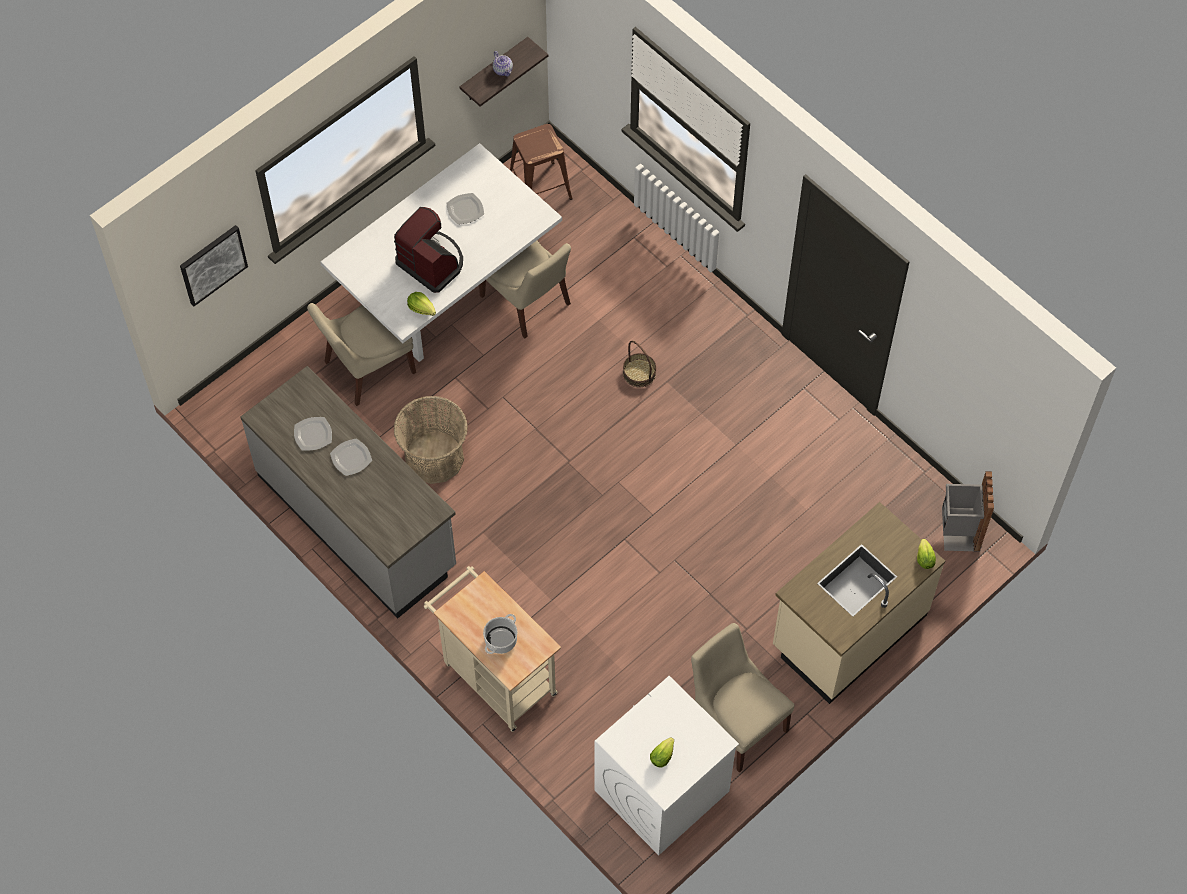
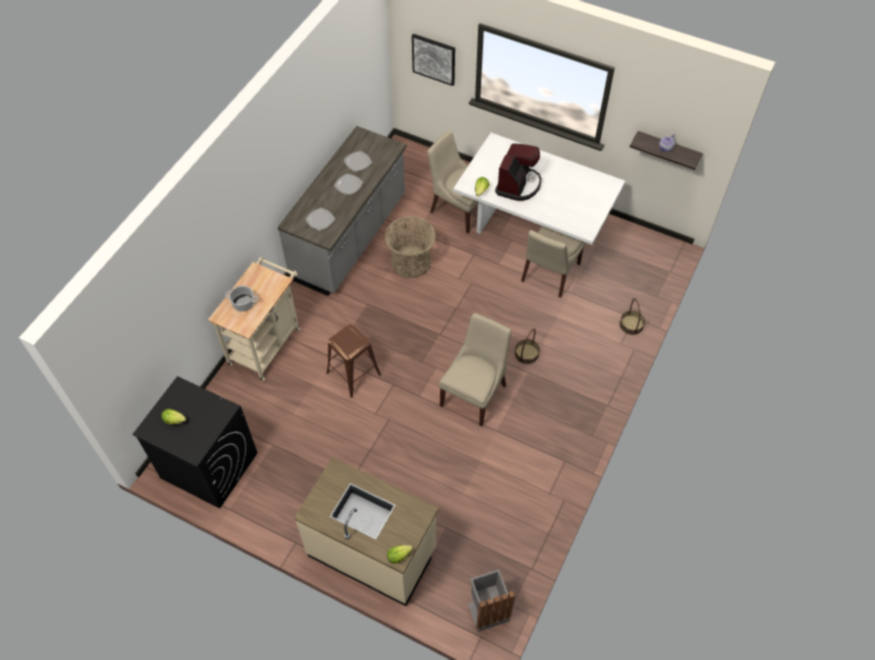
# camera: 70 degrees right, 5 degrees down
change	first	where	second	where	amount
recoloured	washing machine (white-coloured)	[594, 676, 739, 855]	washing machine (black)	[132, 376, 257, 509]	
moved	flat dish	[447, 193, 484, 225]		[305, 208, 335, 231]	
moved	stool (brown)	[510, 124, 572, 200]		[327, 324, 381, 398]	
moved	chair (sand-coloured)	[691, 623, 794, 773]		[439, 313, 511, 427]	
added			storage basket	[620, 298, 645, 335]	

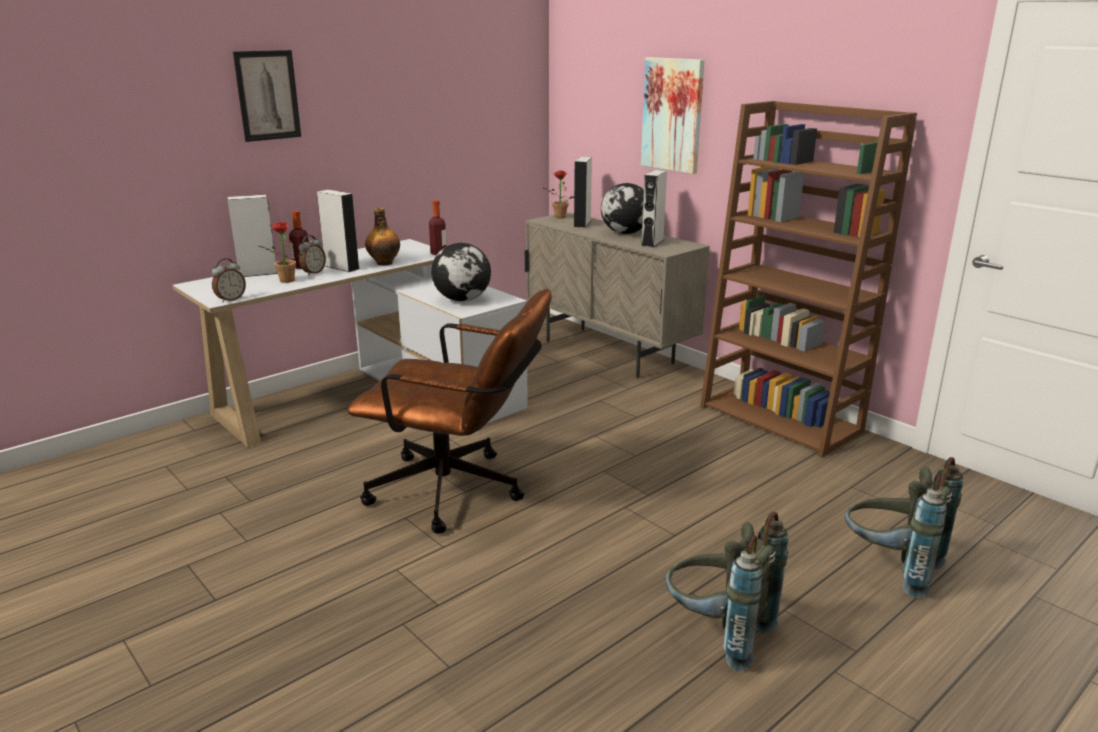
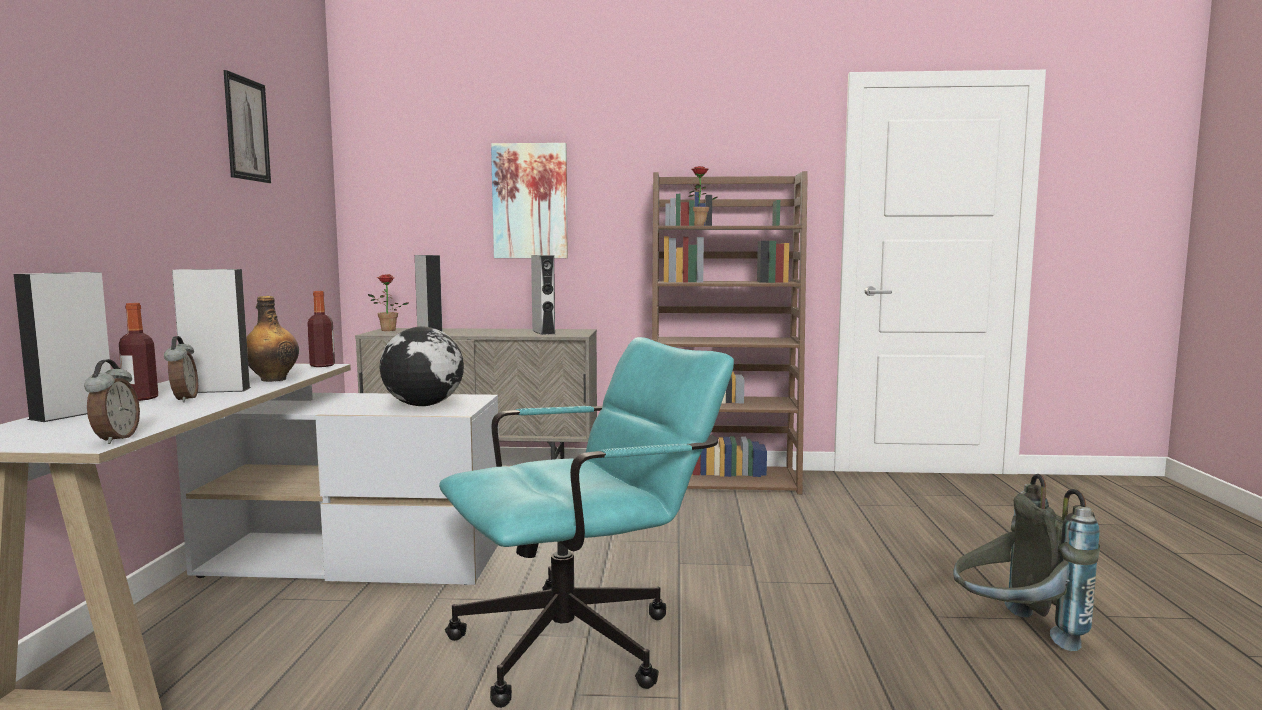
# camera: 45 degrees left, 15 degrees down
change	first	where	second	where	amount
moved	wall picture	[233, 50, 301, 142]		[224, 70, 271, 183]	
recoloured	computer chair (brown)	[347, 289, 552, 534]	computer chair (turquoise-coloured)	[439, 337, 734, 708]	
moved	plant in a pot	[259, 222, 304, 283]		[688, 166, 717, 226]	
removed	world globe	[601, 183, 644, 234]			
removed	backpack (grey)	[845, 457, 963, 598]			

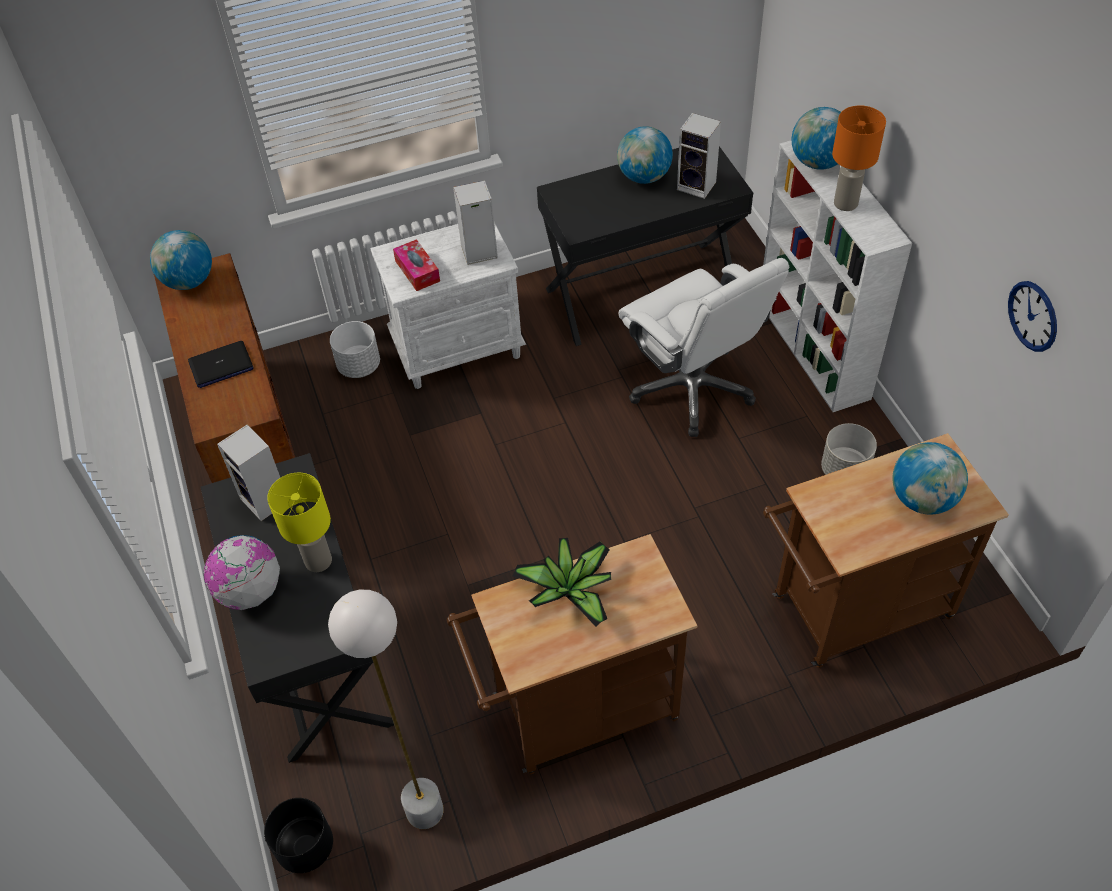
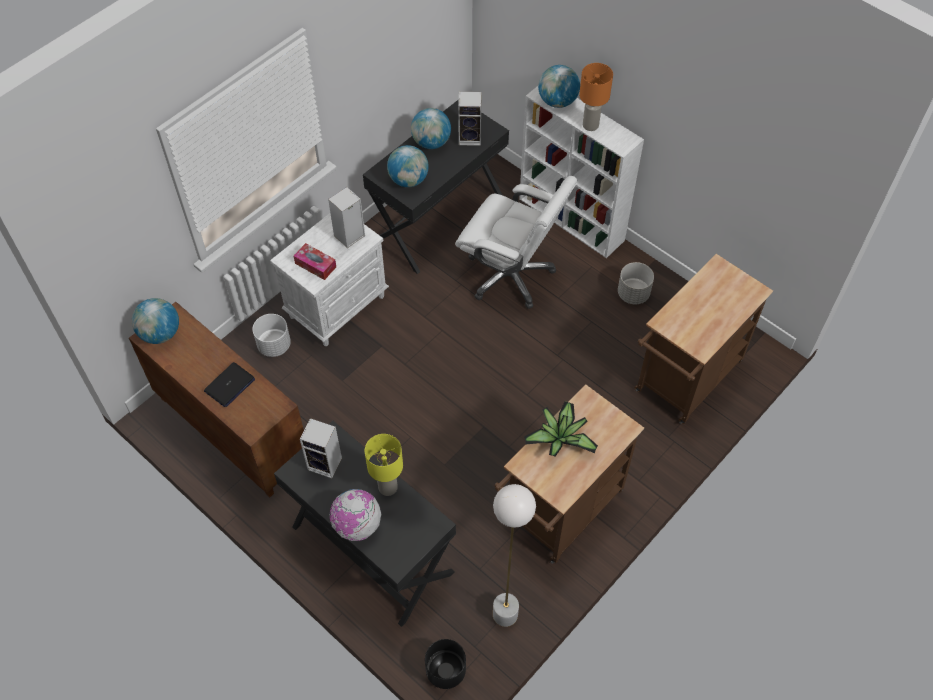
# camera: 30 degrees left, 5 degrees up
change	first	where	second	where	amount
moved	world globe	[893, 442, 968, 515]		[387, 145, 429, 187]	
removed	hanging clock	[1008, 281, 1057, 352]			

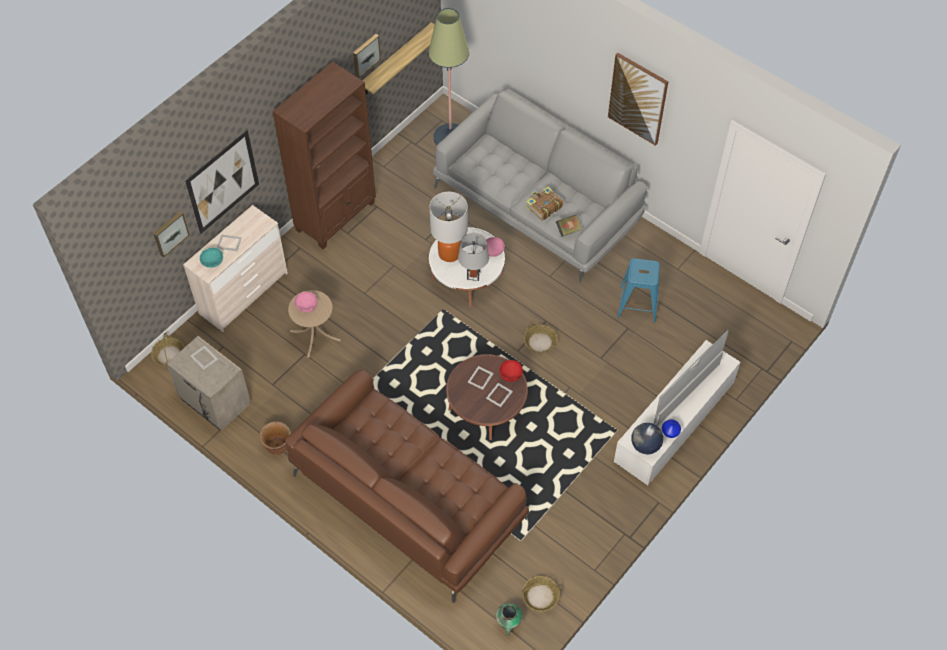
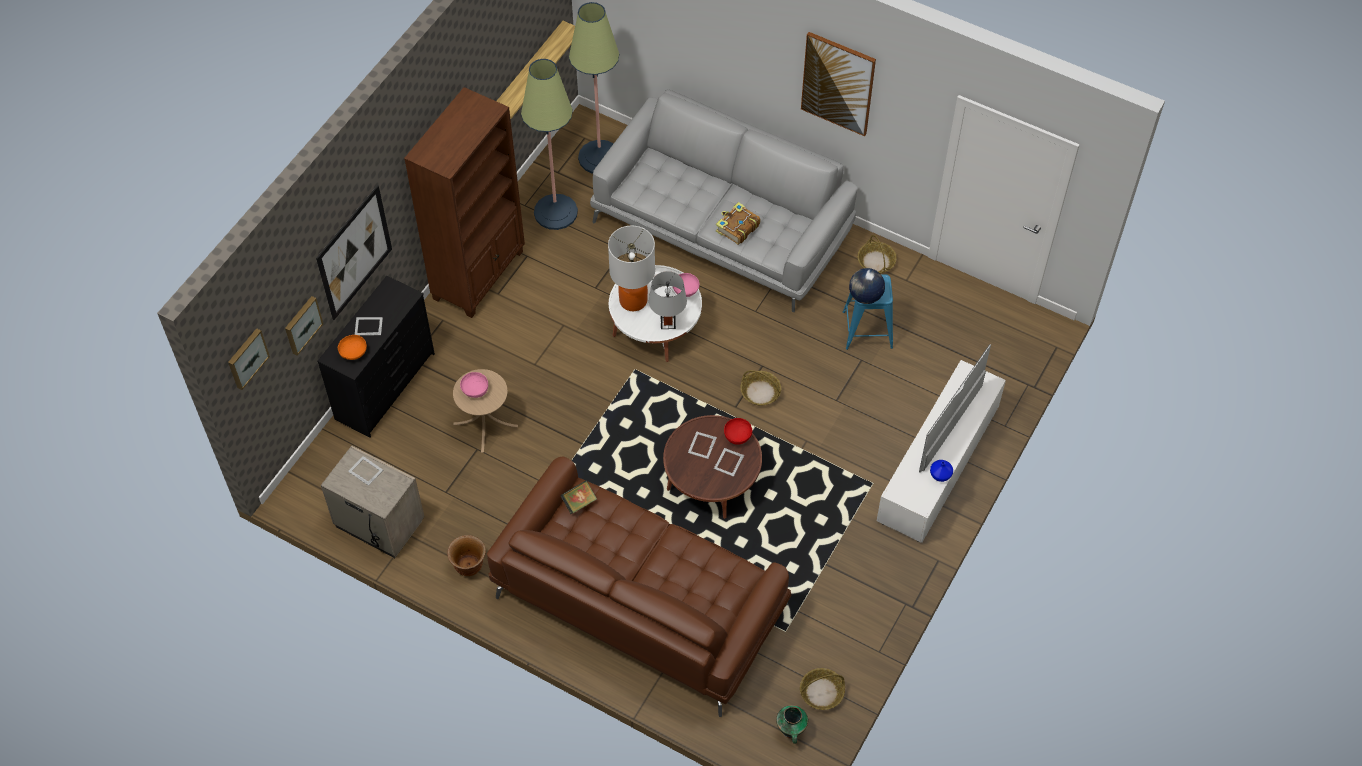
# camera: 10 degrees left, 0 degrees up
change	first	where	second	where	amount
moved	wall picture	[353, 34, 381, 78]		[228, 328, 270, 390]	
recoloured	dresser (sand-coloured)	[183, 205, 288, 332]	dresser (black)	[317, 276, 435, 438]	
recoloured	bowl (turquoise-coloured)	[200, 248, 223, 268]	bowl (orange-coloured)	[338, 335, 367, 360]	
added			floor lamp	[521, 59, 578, 230]	
moved	book	[556, 215, 582, 237]		[560, 481, 597, 514]	
moved	world globe	[631, 423, 663, 454]		[849, 268, 885, 304]	
moved	storage basket	[151, 333, 185, 367]		[858, 235, 897, 274]	

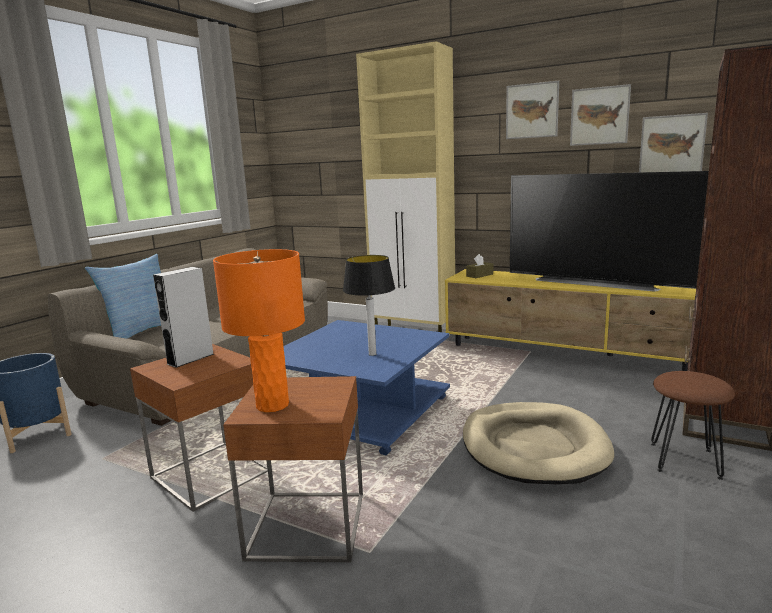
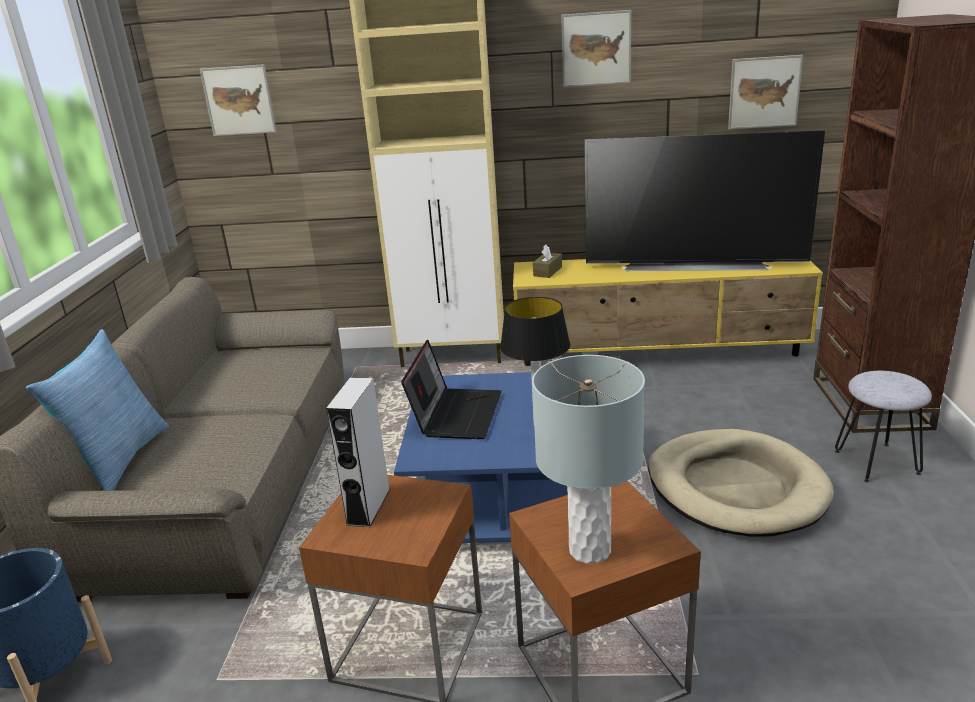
# camera: 25 degrees left, 10 degrees up
change	first	where	second	where	amount
moved	wall picture	[570, 84, 631, 146]		[199, 64, 277, 136]	
added			portable computer	[401, 340, 502, 439]	
recoloured	table lamp (orange-coloured)	[213, 249, 305, 412]	table lamp (grey)	[532, 355, 645, 564]	
recoloured	stool (brown)	[651, 371, 735, 480]	stool (grey)	[835, 371, 932, 482]	

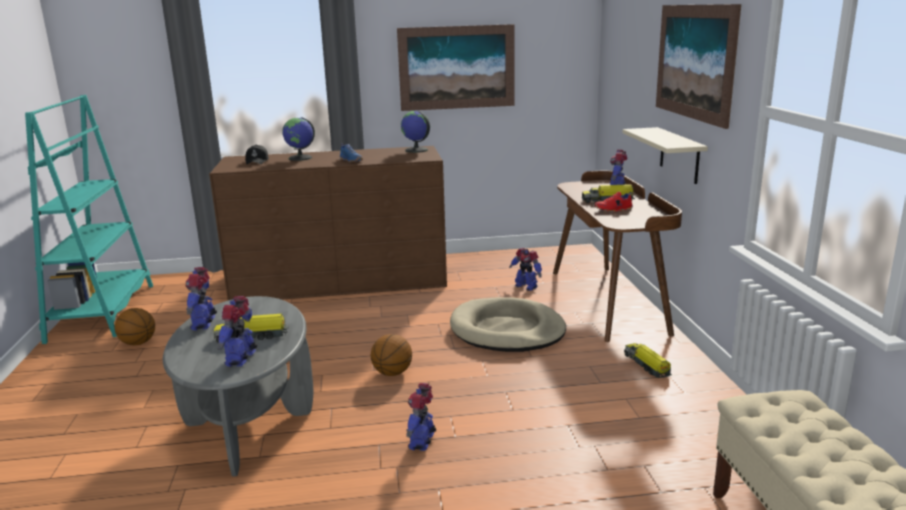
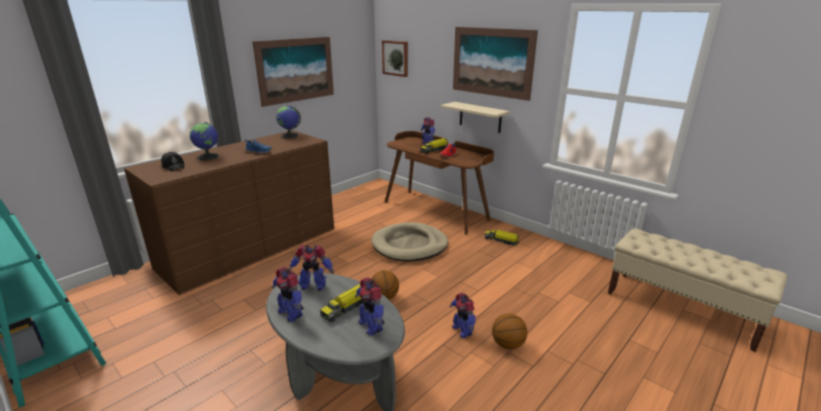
# camera: 40 degrees left, 5 degrees up
change	first	where	second	where	amount
moved	model robot	[509, 248, 542, 291]		[289, 245, 334, 291]	
added			wall picture	[382, 40, 408, 77]	
moved	basketball ball	[114, 308, 155, 345]		[492, 314, 527, 349]	

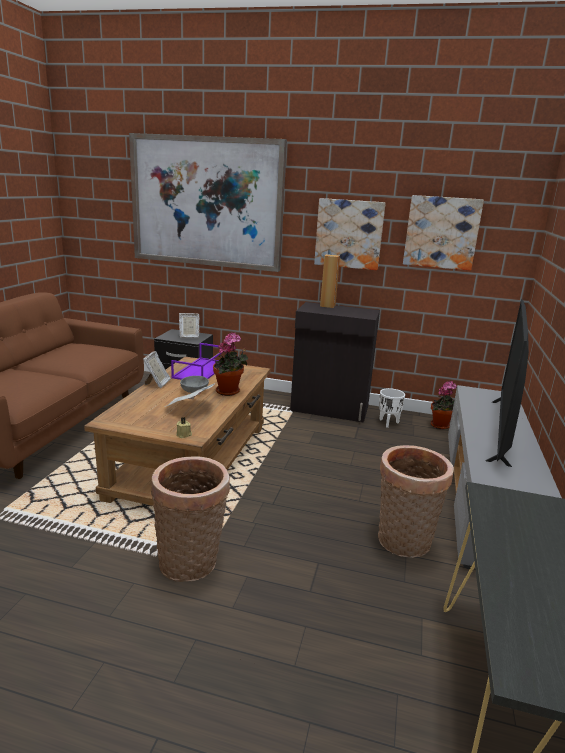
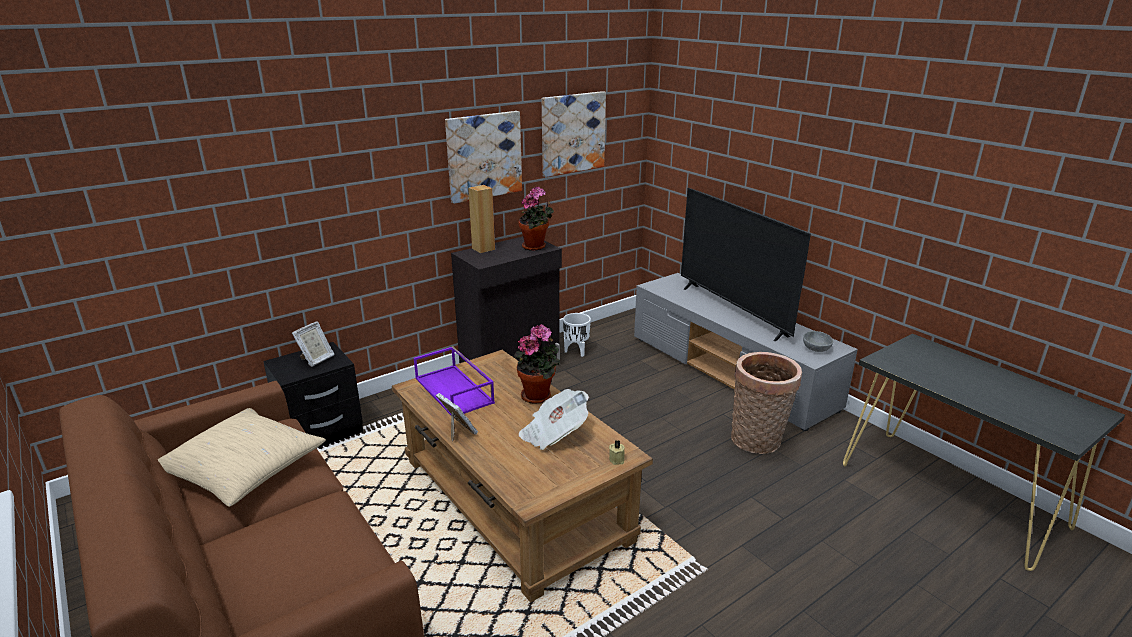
# camera: 50 degrees left, 5 degrees up
change	first	where	second	where	amount
added			cushion (sand-coloured)	[158, 408, 326, 507]	
moved	plant in a pot	[431, 381, 457, 429]		[518, 187, 554, 251]	
moved	bowl (grey)	[180, 376, 209, 393]		[803, 331, 833, 352]	
removed	wall picture	[129, 133, 287, 272]			
removed	storage basket	[151, 456, 230, 582]			

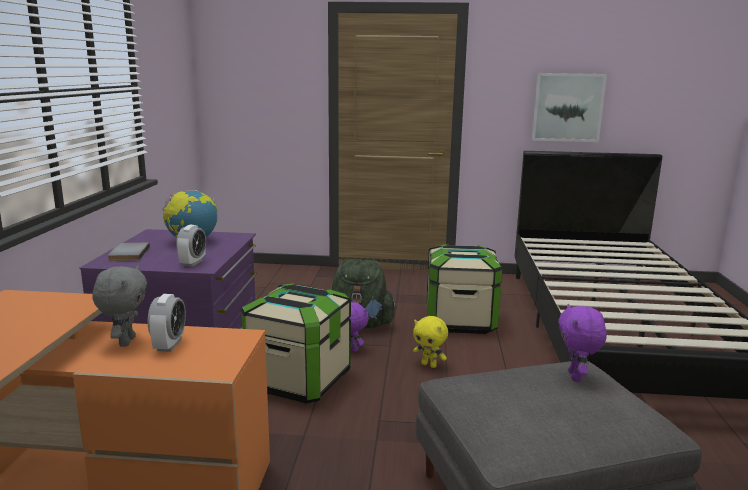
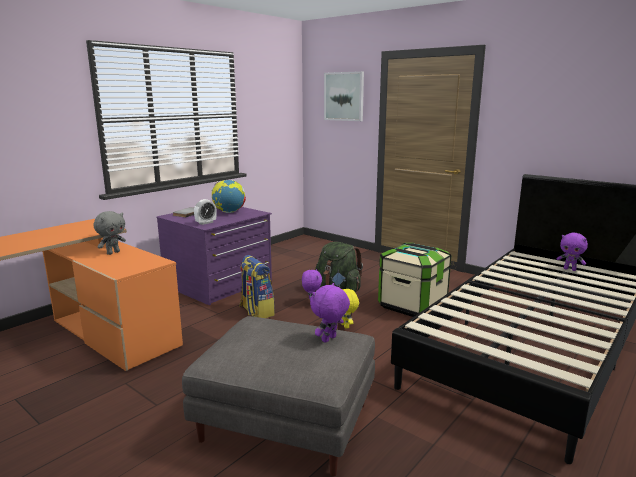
# camera: 35 degrees right, 0 degrees up
change	first	where	second	where	amount
replaced	storage container	[241, 283, 351, 404]	backpack	[239, 255, 275, 318]	
moved	wall picture	[531, 73, 607, 142]		[324, 71, 364, 121]	
added			plush toy (purple-coloured)	[557, 233, 588, 271]	
removed	bedside clock	[148, 294, 186, 352]			

